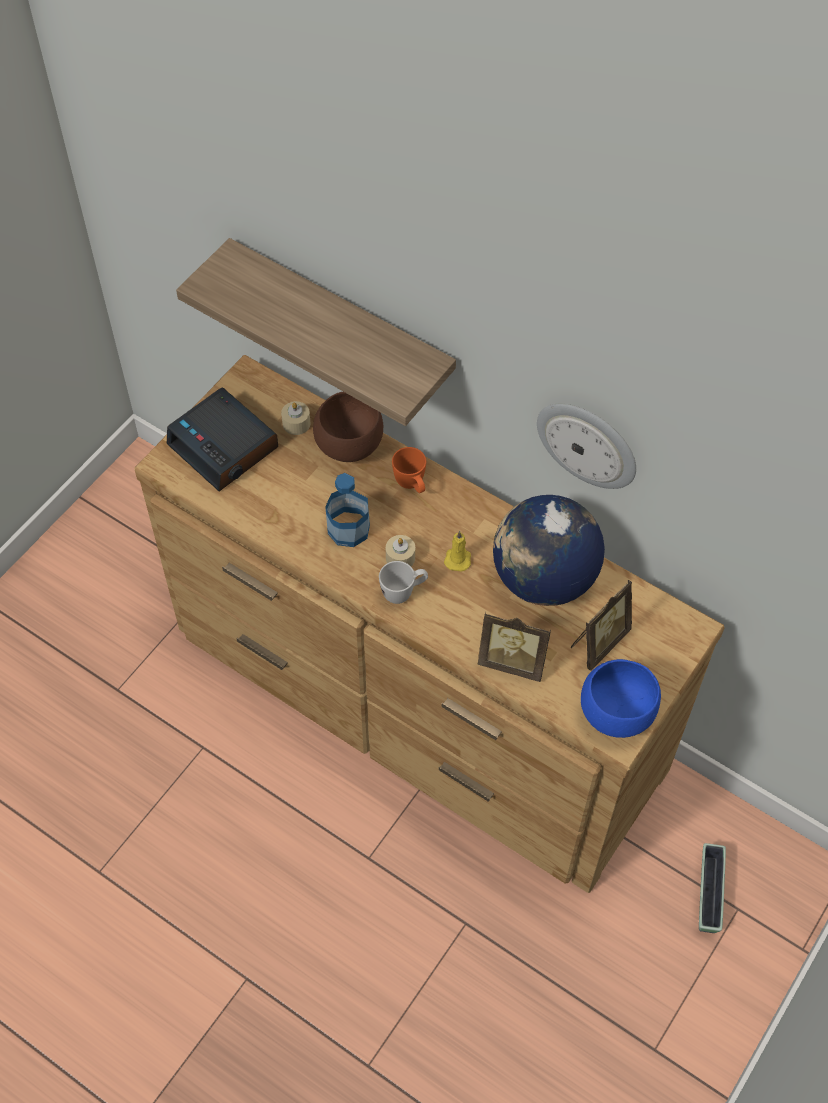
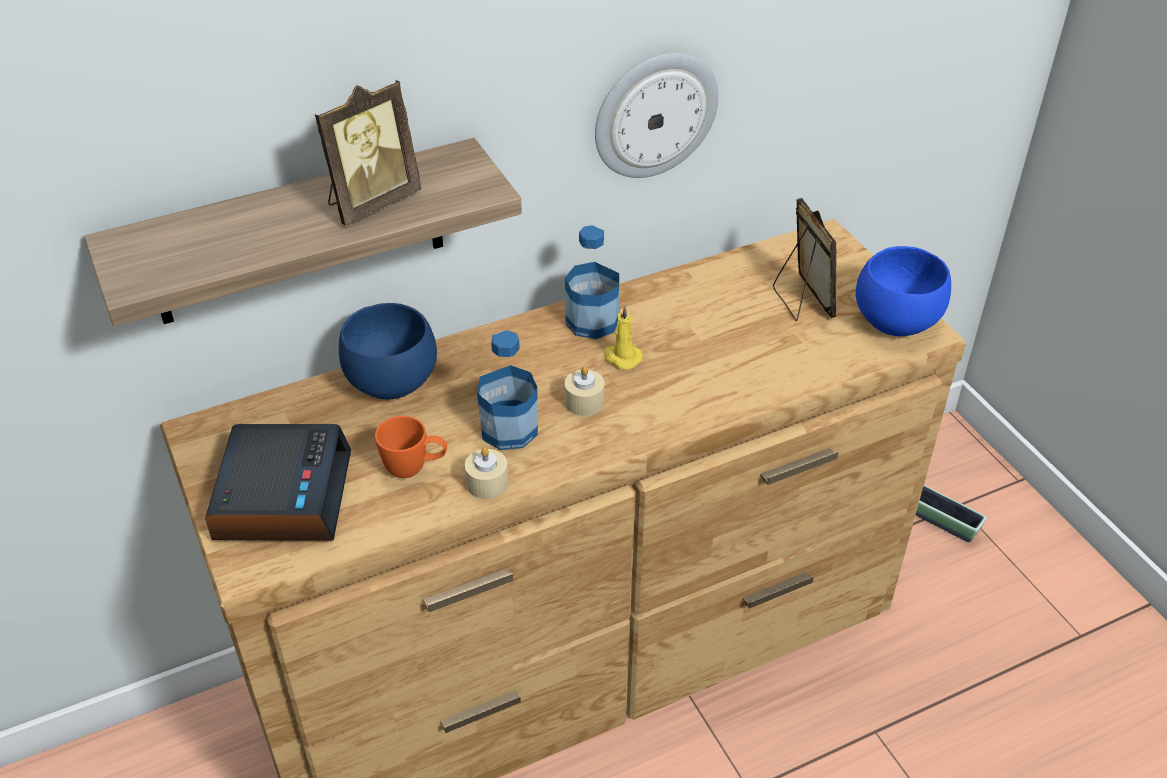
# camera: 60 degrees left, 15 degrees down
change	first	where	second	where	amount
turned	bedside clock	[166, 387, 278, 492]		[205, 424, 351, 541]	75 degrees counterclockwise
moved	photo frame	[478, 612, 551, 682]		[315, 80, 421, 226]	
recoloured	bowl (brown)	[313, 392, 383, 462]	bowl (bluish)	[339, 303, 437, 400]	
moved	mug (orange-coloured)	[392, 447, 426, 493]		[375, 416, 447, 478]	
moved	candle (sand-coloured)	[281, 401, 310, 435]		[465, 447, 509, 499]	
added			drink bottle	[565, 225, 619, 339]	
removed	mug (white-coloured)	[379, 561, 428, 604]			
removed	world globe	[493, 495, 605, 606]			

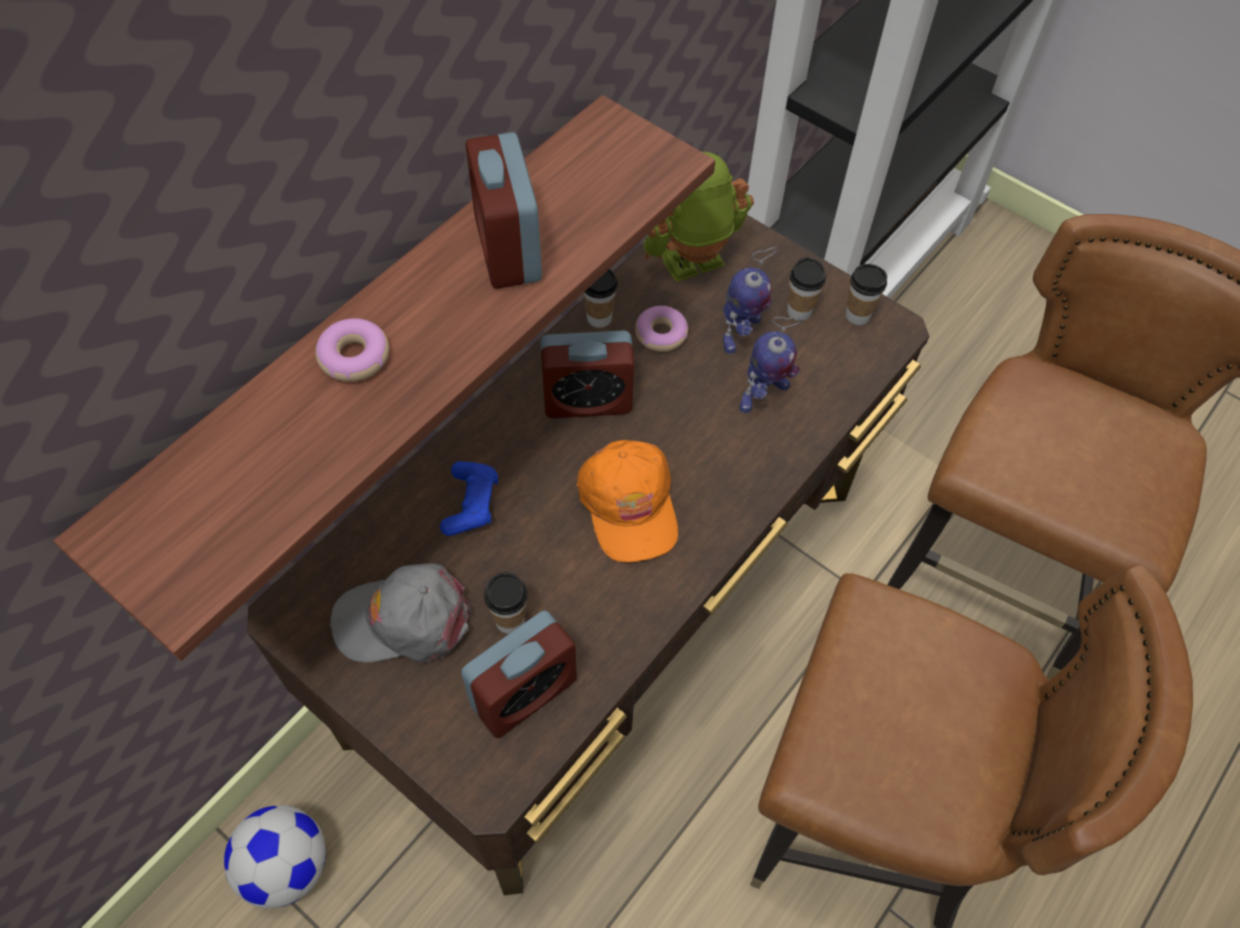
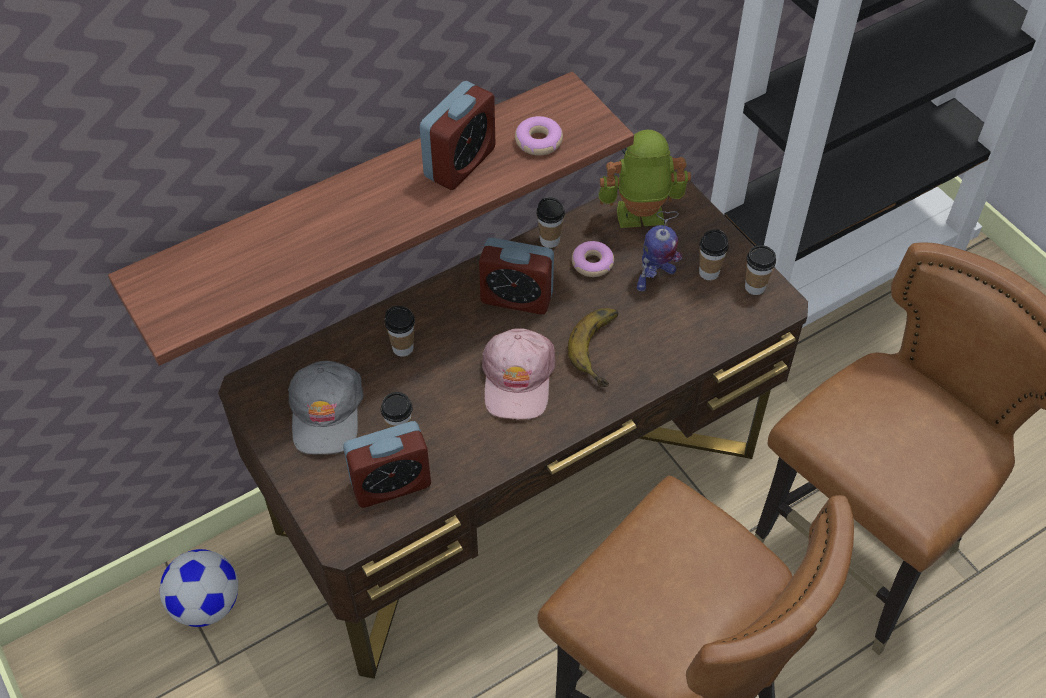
# camera: 20 degrees right, 5 degrees down
change	first	where	second	where	amount
turned	baseball cap (grey)	[330, 563, 471, 662]		[288, 361, 364, 454]	105 degrees counterclockwise
replaced	game controller (bluish)	[440, 461, 498, 536]	drinking cup	[384, 306, 415, 357]	
turned	bedside clock	[465, 132, 542, 289]		[420, 81, 496, 190]	150 degrees counterclockwise
recoloured	baseball cap (orange-coloured)	[576, 440, 678, 563]	baseball cap (pink-coloured)	[482, 328, 556, 419]	
moved	ring doughnut	[315, 318, 389, 382]		[515, 116, 563, 155]	
added			whole banana	[568, 308, 618, 387]	
removed	model robot	[740, 317, 801, 413]			

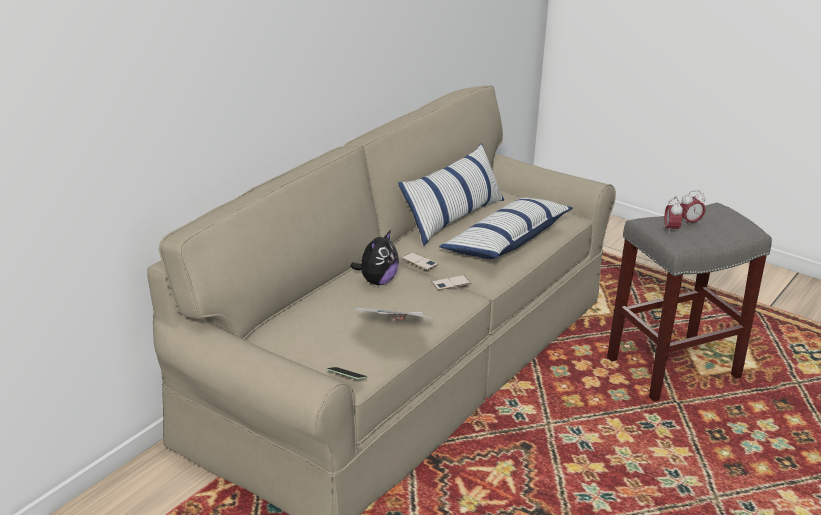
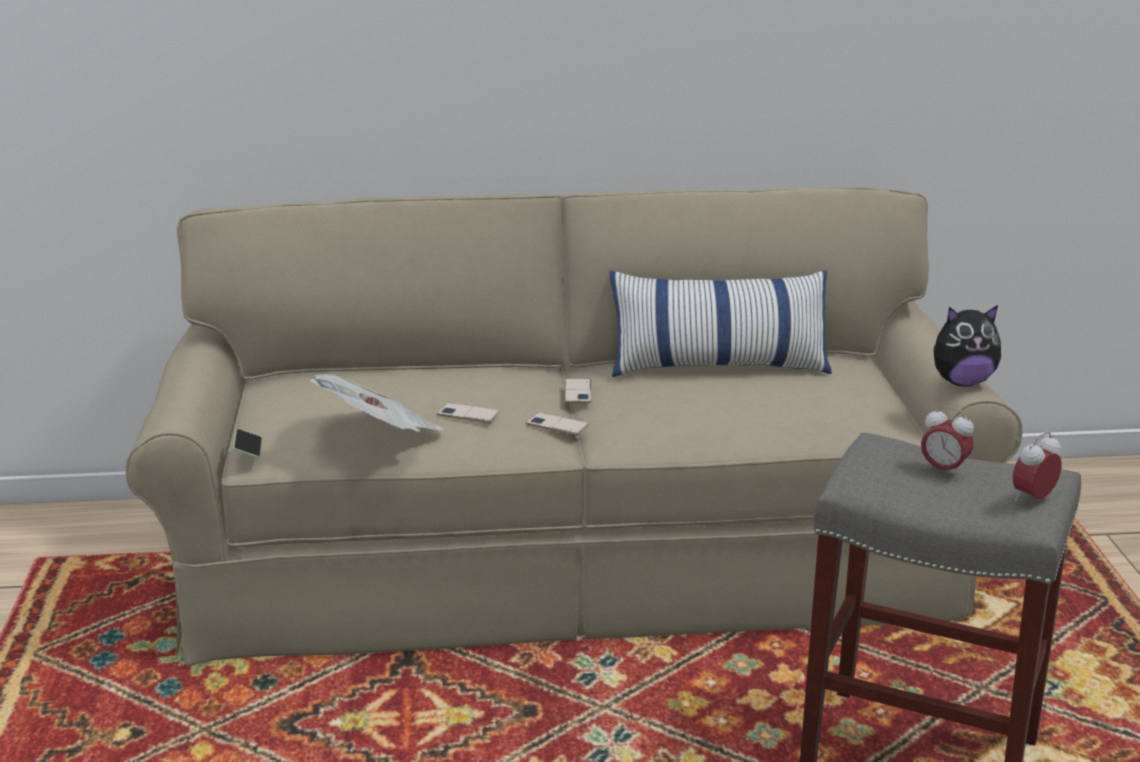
# camera: 50 degrees right, 5 degrees down
change	first	where	second	where	amount
added			phone	[437, 403, 500, 423]	
moved	plush toy	[350, 230, 399, 285]		[933, 305, 1001, 386]	
moved	bedside clock	[664, 196, 683, 233]		[1013, 432, 1062, 502]	
removed	cushion	[439, 197, 573, 259]			

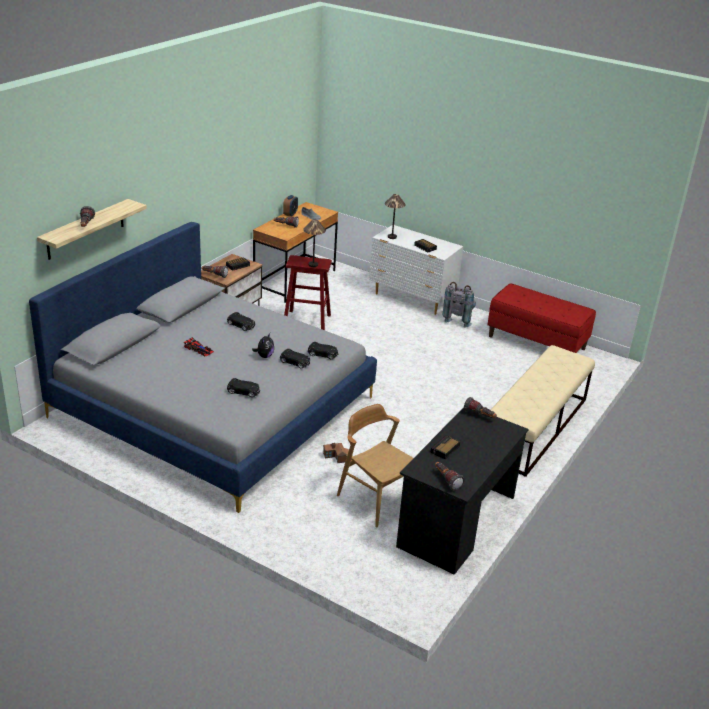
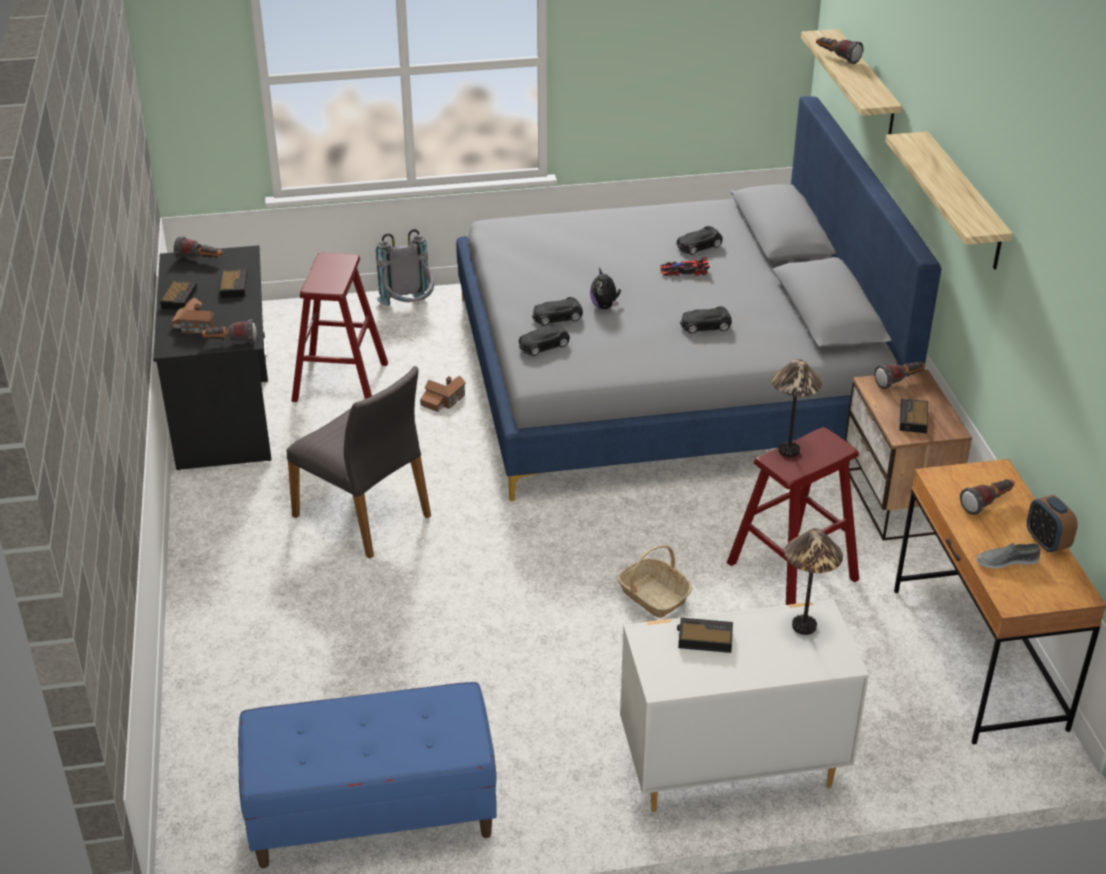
# camera: 140 degrees right, 5 degrees up
change	first	where	second	where	amount
added			bedside clock	[160, 281, 197, 310]	
added			toy house	[171, 297, 215, 334]	
recoloured	bench (red-coloured)	[487, 283, 596, 353]	bench (bluish)	[238, 682, 497, 868]	
added			chair (grey)	[287, 366, 431, 559]	
replaced	chair (brown)	[337, 404, 413, 527]	stool (red-coloured)	[291, 253, 388, 402]	
moved	backpack (grey)	[443, 282, 476, 328]		[376, 229, 434, 306]	
added			storage basket	[617, 545, 692, 618]	
moved	model car (black)	[227, 378, 260, 397]		[677, 226, 723, 255]	
added			bracket shelf	[885, 131, 1013, 269]	
removed	bench (sand-coloured)	[491, 345, 595, 477]			

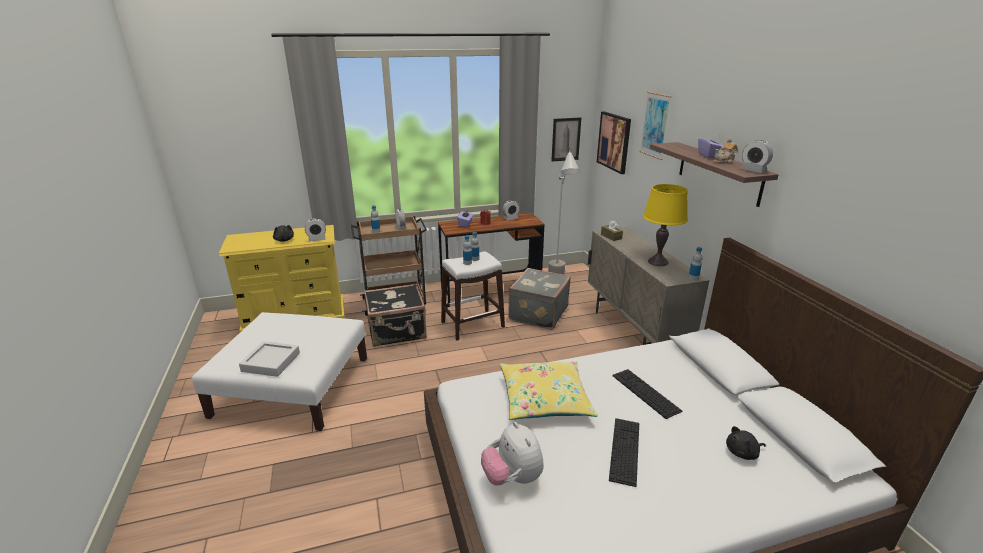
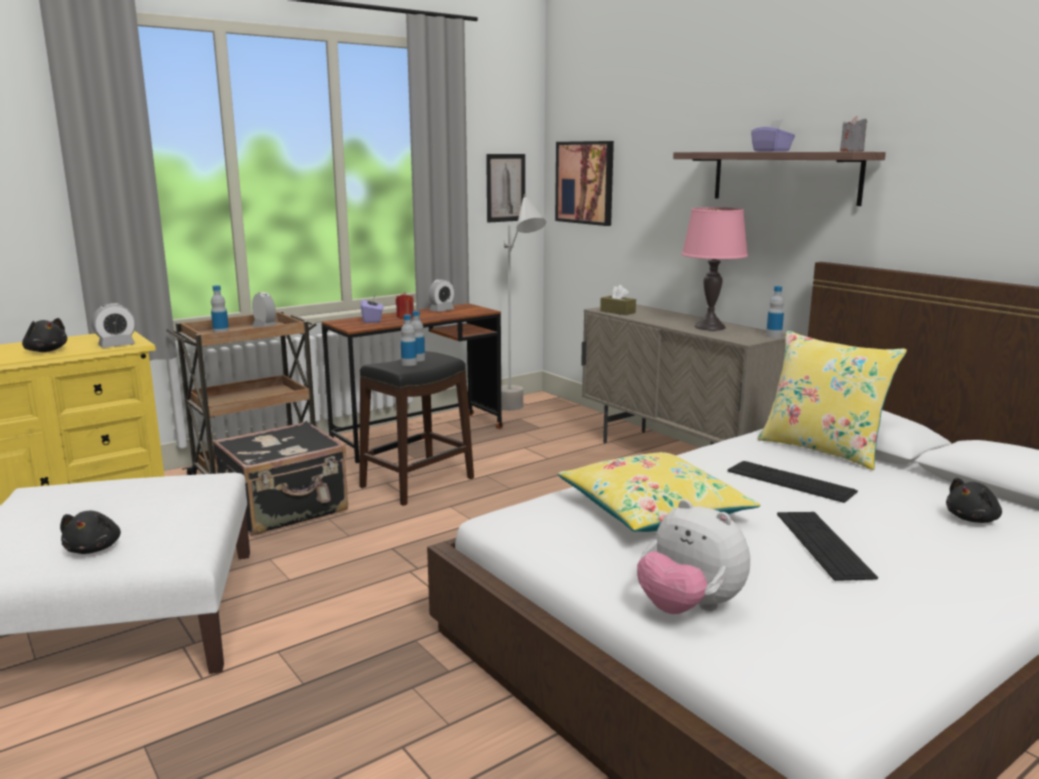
# camera: 20 degrees left, 10 degrees down
change	first	where	second	where	amount
replaced	tray (grey)	[239, 341, 300, 377]	plush toy (black)	[60, 511, 121, 554]	
recoloured	stool (white-coloured)	[441, 251, 505, 341]	stool (black)	[359, 351, 474, 506]	
recoloured	table lamp (yellow-coloured)	[643, 184, 688, 266]	table lamp (pink-coloured)	[682, 207, 748, 331]	
added			cushion (yellow-coloured)	[757, 331, 907, 470]	
replaced	bedside clock	[740, 140, 773, 173]	candle (grey)	[840, 116, 867, 151]	
removed	piece of luggage (grey)	[508, 268, 571, 330]			
removed	wall picture	[639, 92, 672, 160]			
removed	tea pot	[714, 138, 738, 163]			

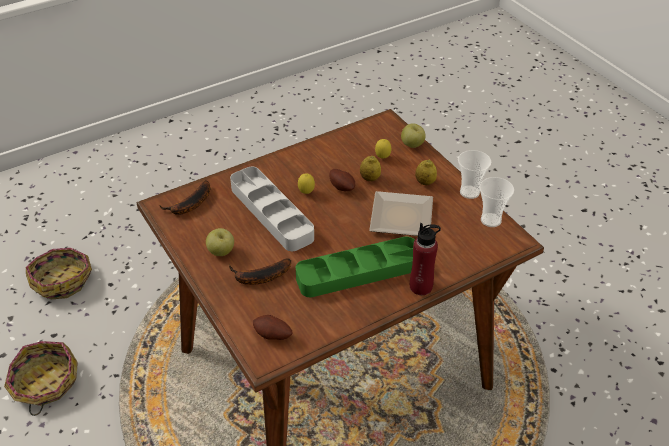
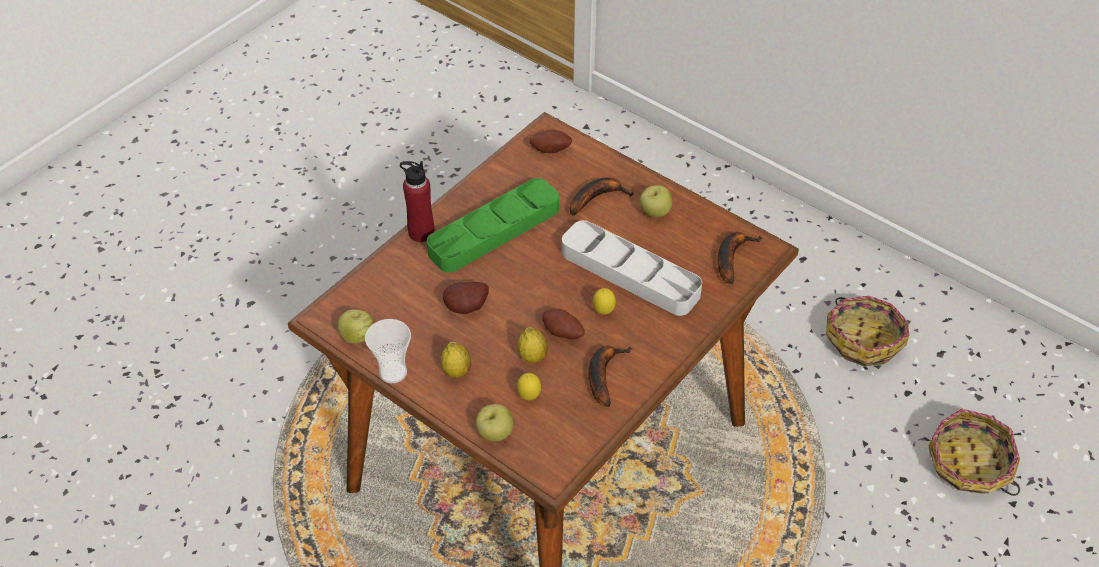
# camera: 160 degrees right, 5 degrees up
change	first	where	second	where	amount
replaced	drinking cup	[479, 177, 514, 227]	apple	[338, 309, 374, 344]	
replaced	flat dish	[369, 191, 433, 236]	potato	[443, 282, 489, 314]	
added			whole banana	[589, 346, 632, 407]	

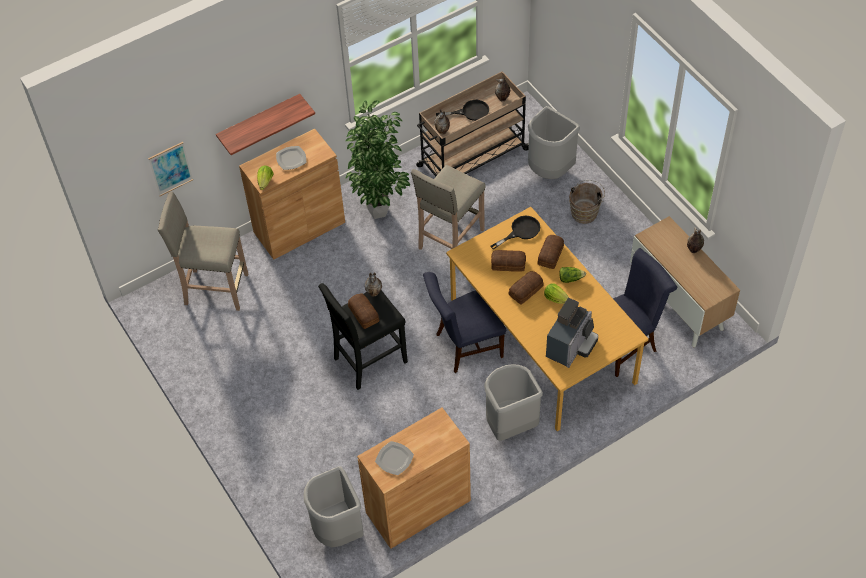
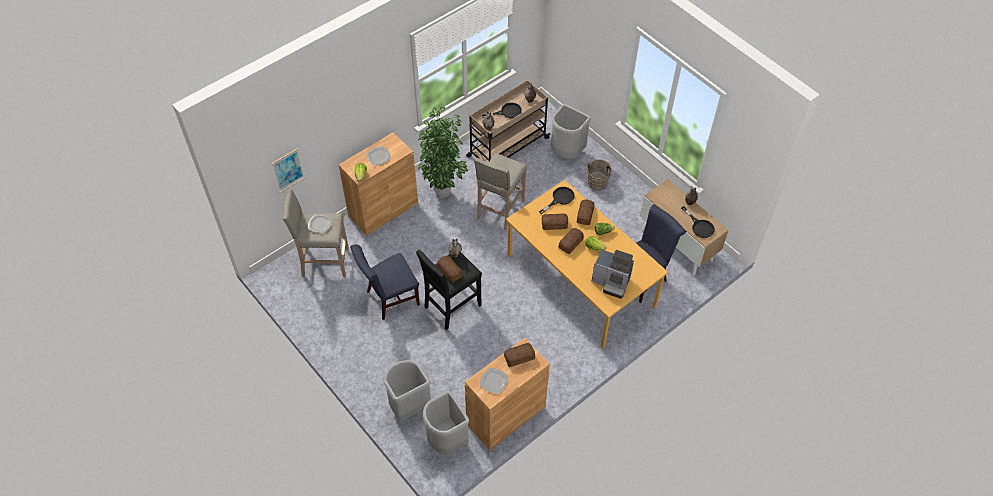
# camera: 10 degrees left, 0 degrees up
change	first	where	second	where	amount
added			flat dish	[308, 214, 333, 233]	
moved	chair (bluish)	[423, 272, 506, 373]		[350, 244, 420, 320]	
moved	rubbish bin (grey)	[484, 364, 543, 441]		[383, 360, 431, 421]	
added			baked bread	[504, 343, 535, 367]	
turned	coffee maker	[546, 298, 598, 368]		[592, 249, 634, 299]	90 degrees clockwise
added			frying pan (black)	[681, 206, 715, 238]	
removed	bracket shelf	[216, 94, 315, 155]			

